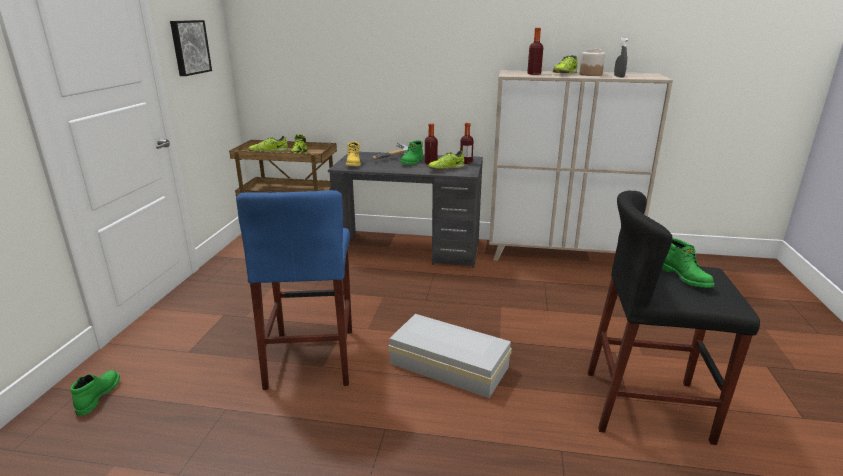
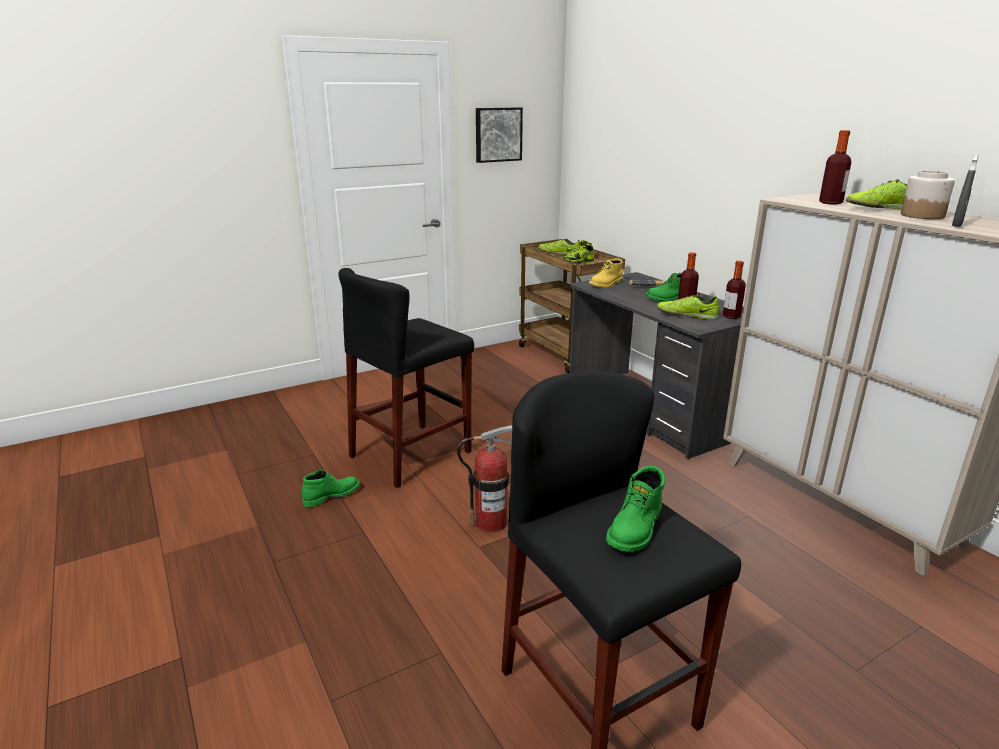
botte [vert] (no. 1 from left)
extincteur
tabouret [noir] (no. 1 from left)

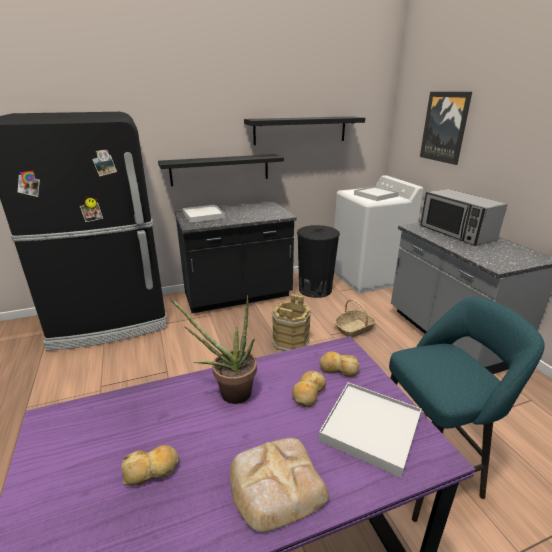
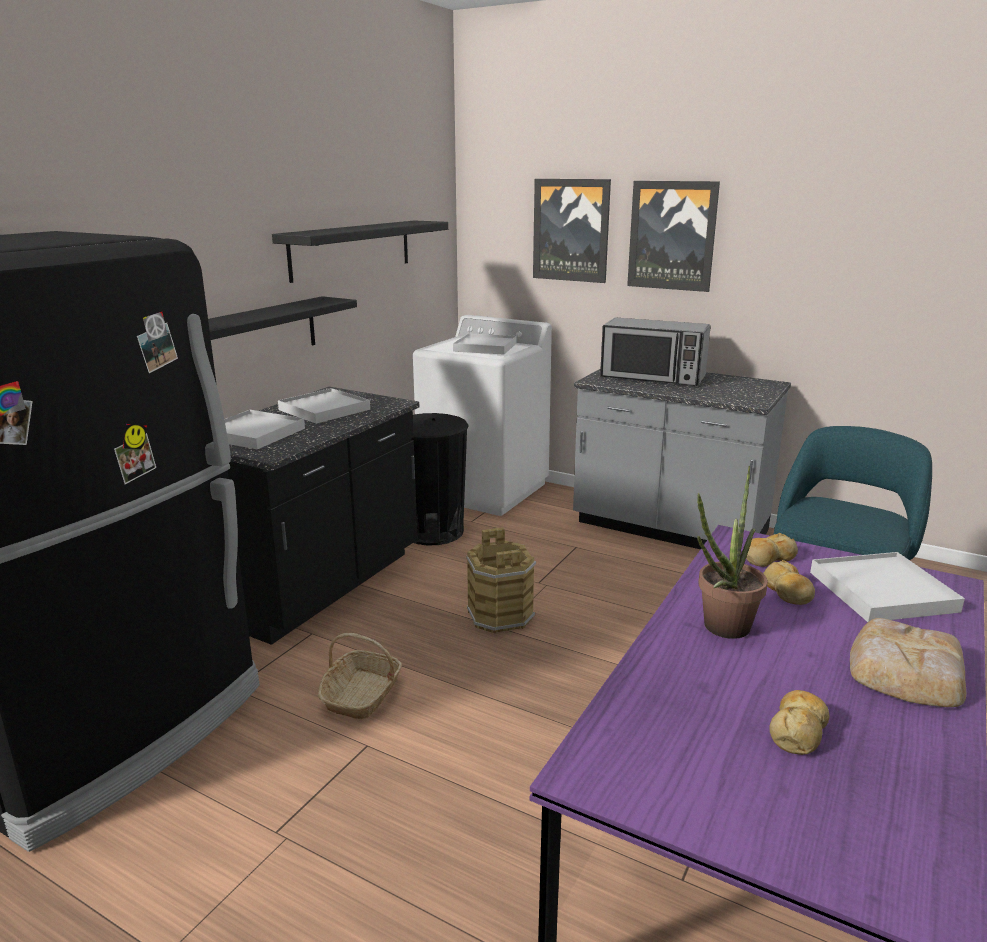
plateau [blanc] (no. 2 from left)
tableau (no. 2 from left)
panier

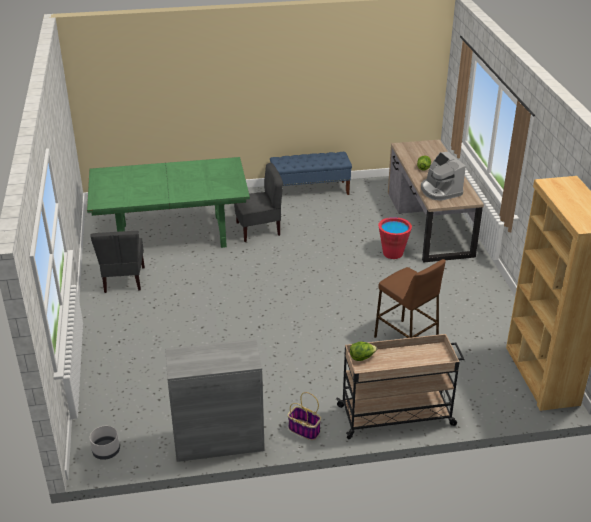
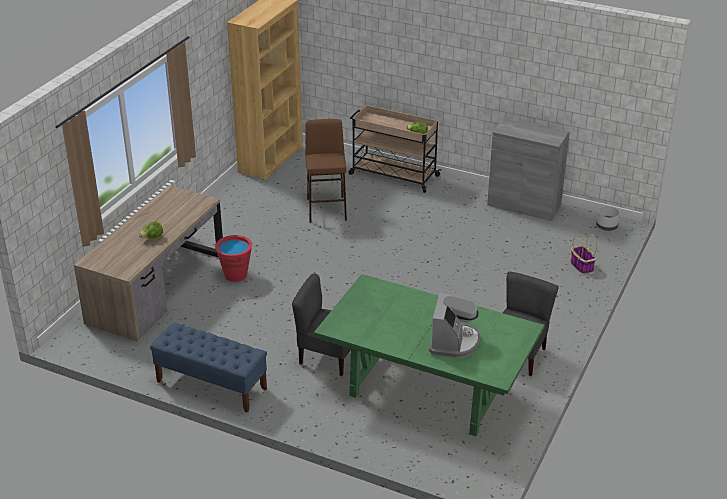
panier
machine à café

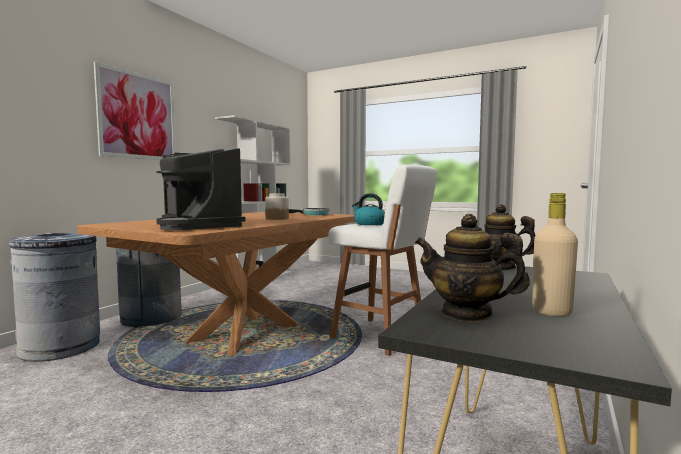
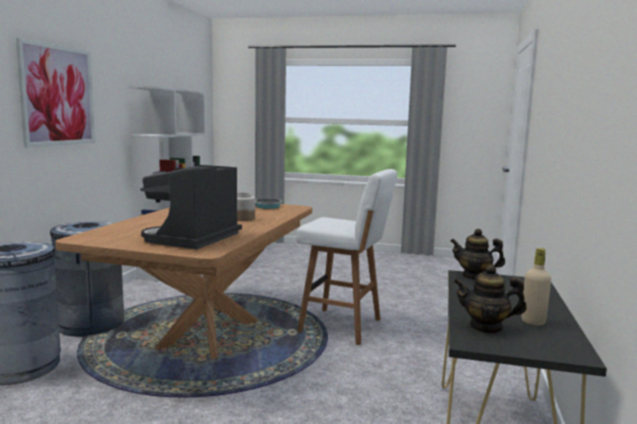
bouilloire
machine à café

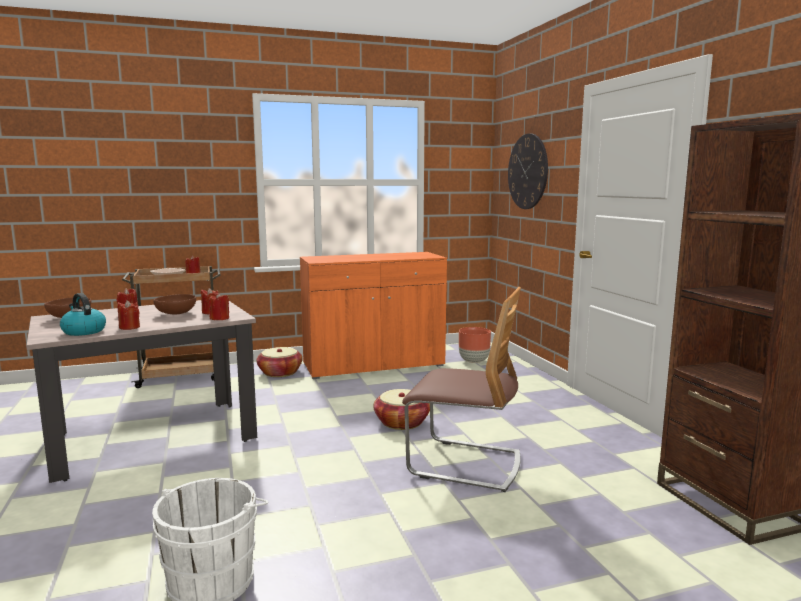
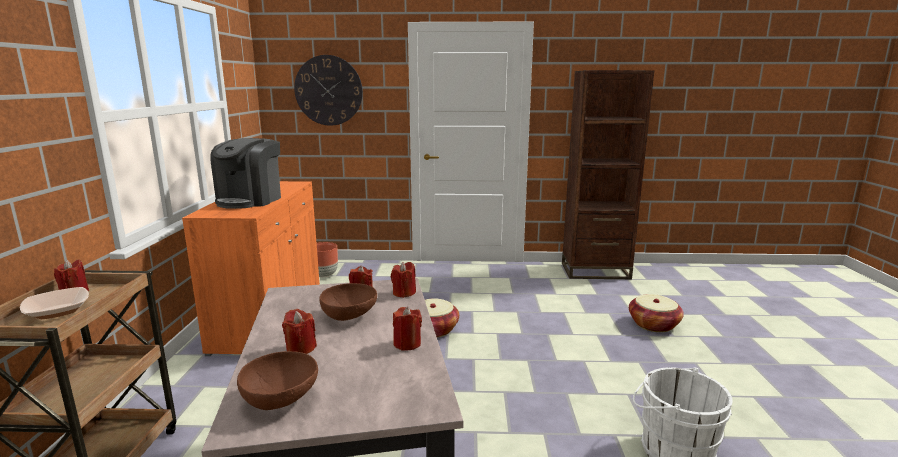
bouilloire
chaise
machine à café
panier (no. 2 from left)

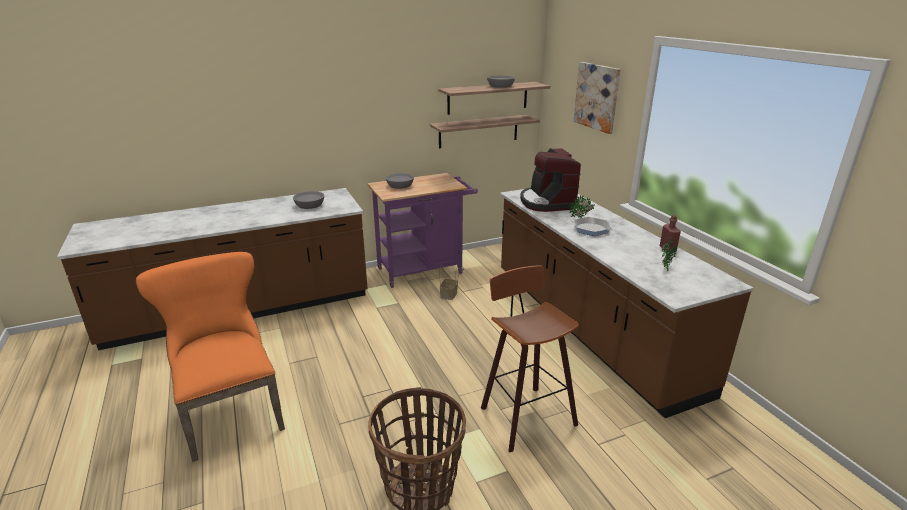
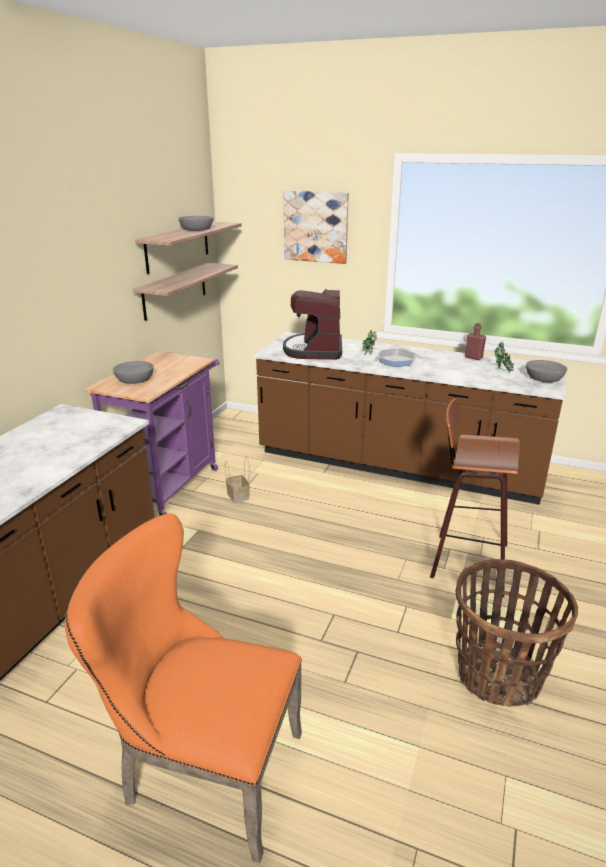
bol [gris] (no. 3 from left)
machine à café

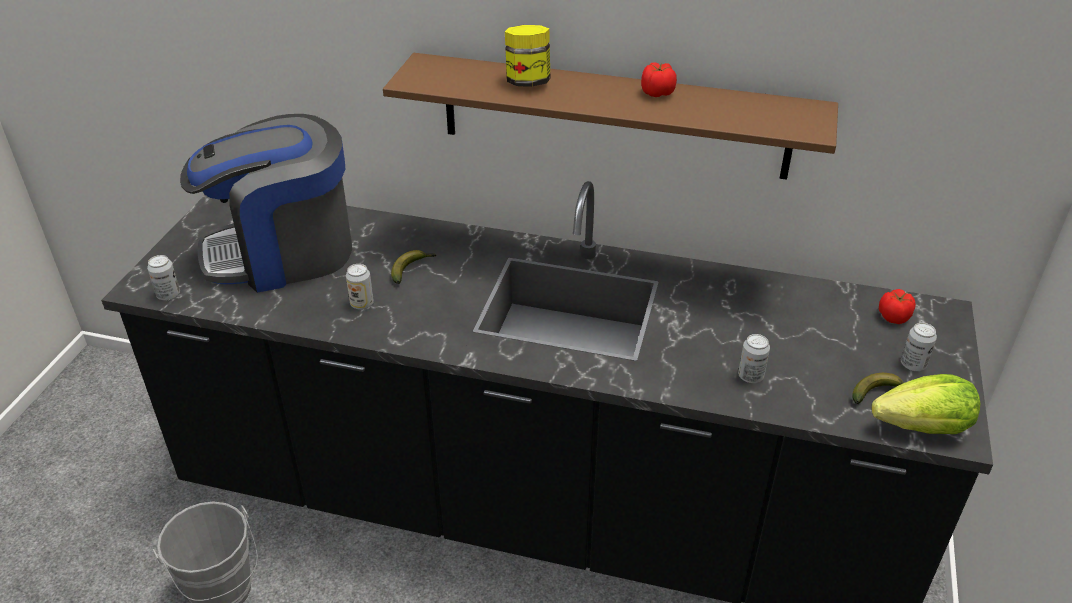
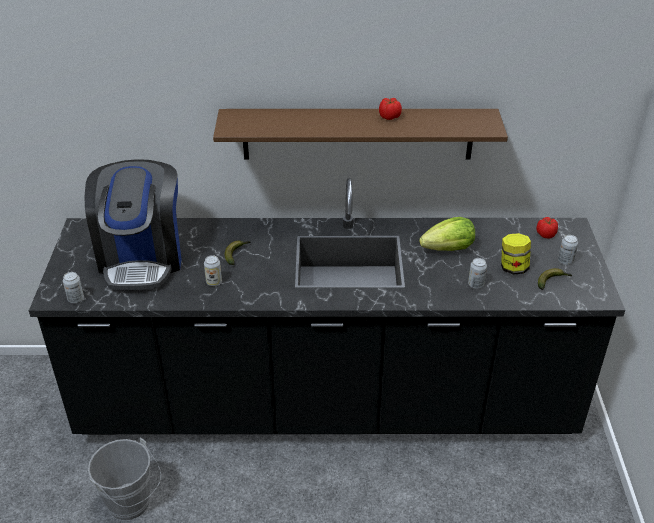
bocal
laitue
machine à café

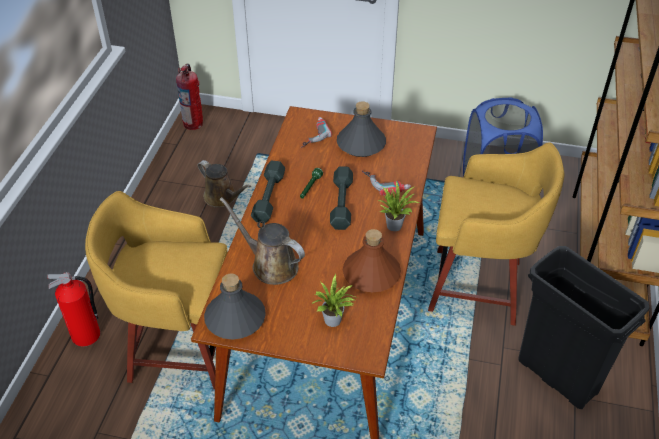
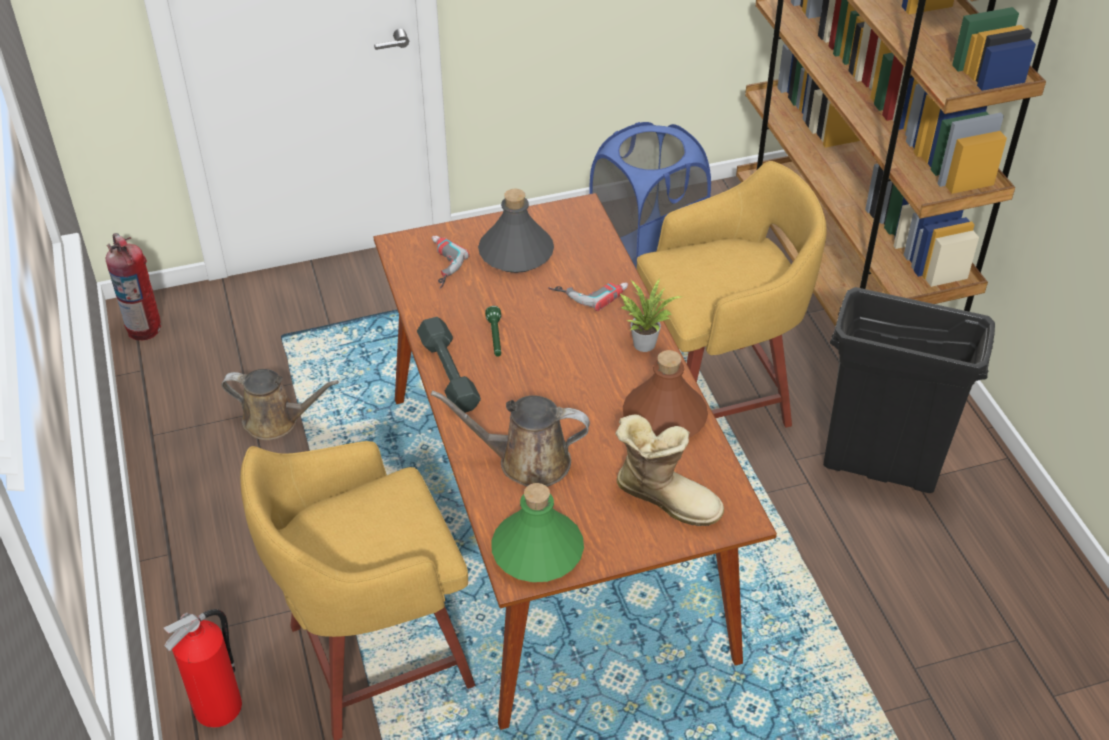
haltère [gris] (no. 2 from left in the first image)
botte
bouteille [vert]

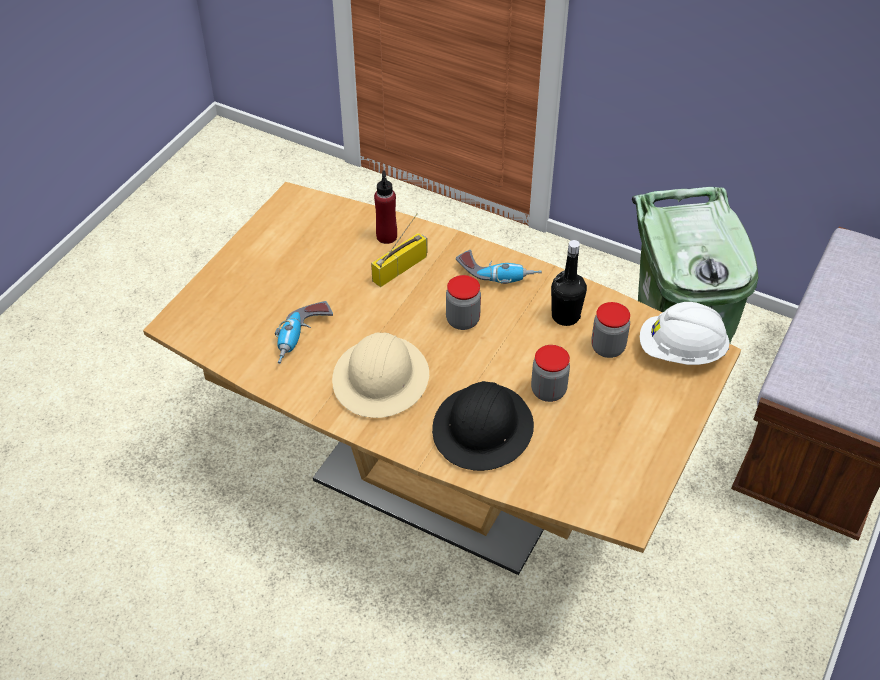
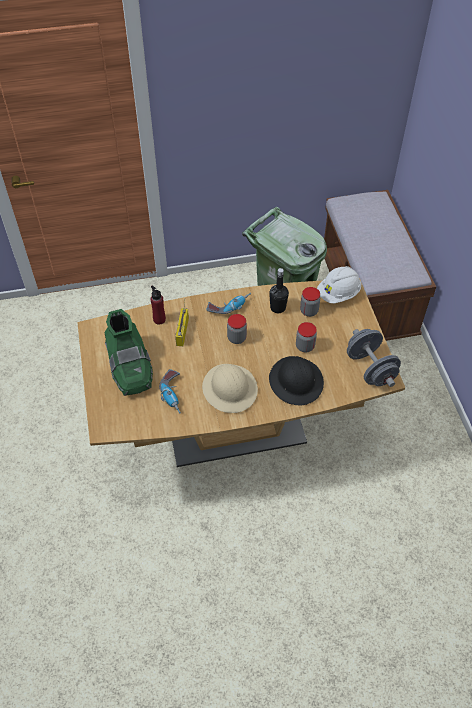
botte [vert]
haltère [gris]

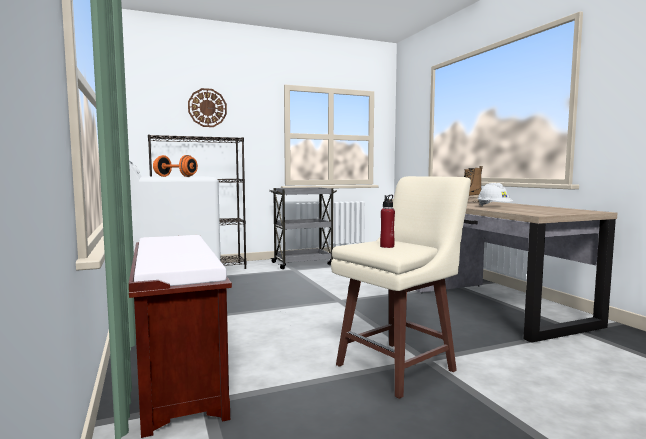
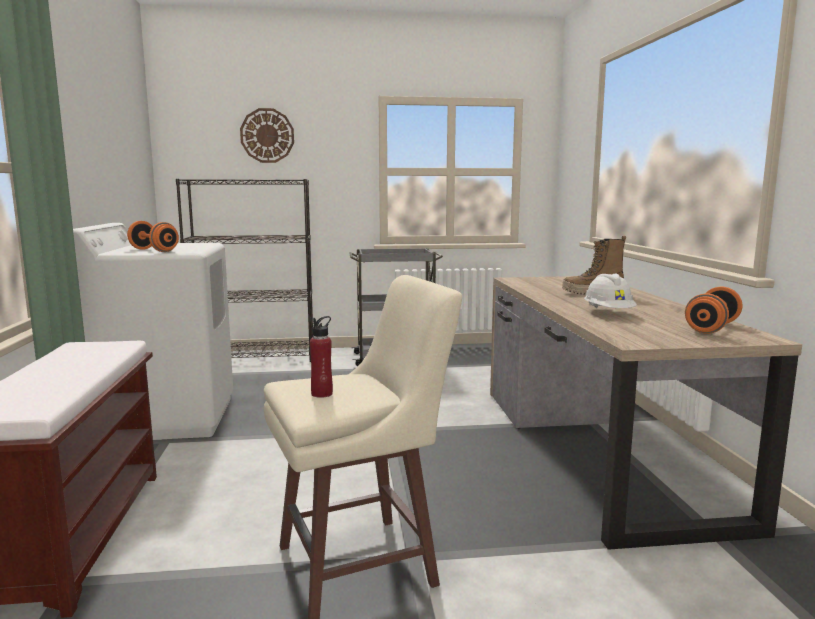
haltère [orange] (no. 2 from left)

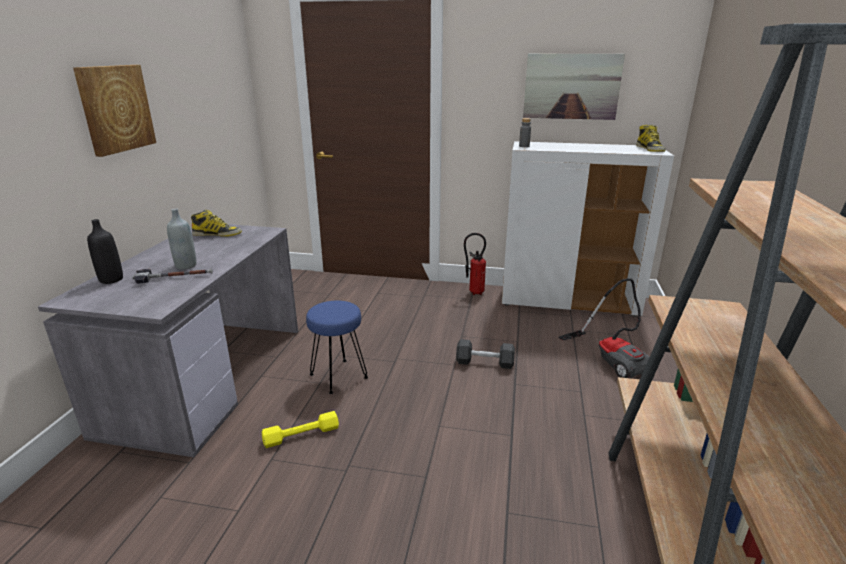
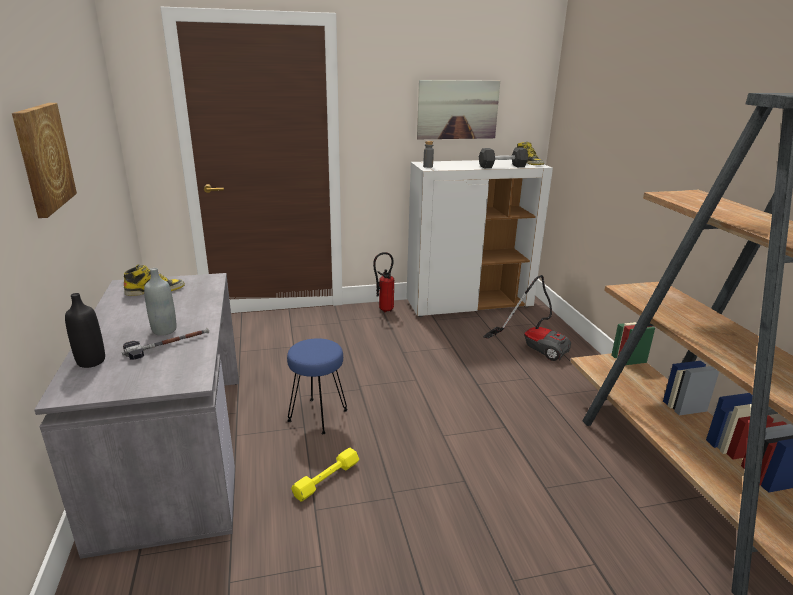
haltère [noir]

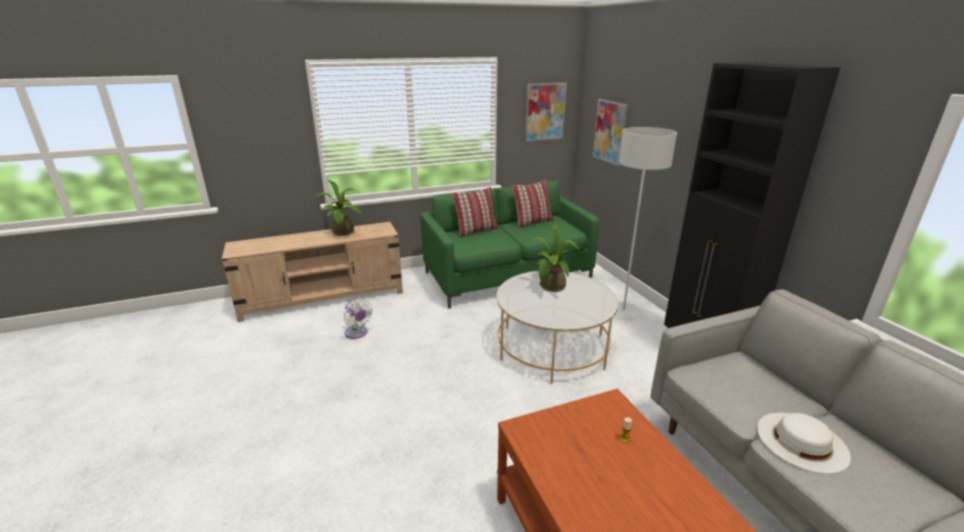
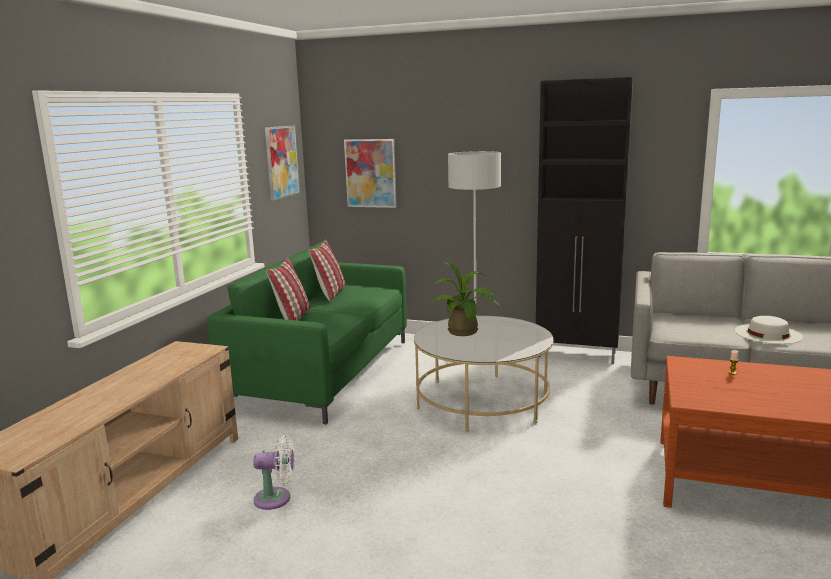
plante en pot (no. 1 from left in the first image)

